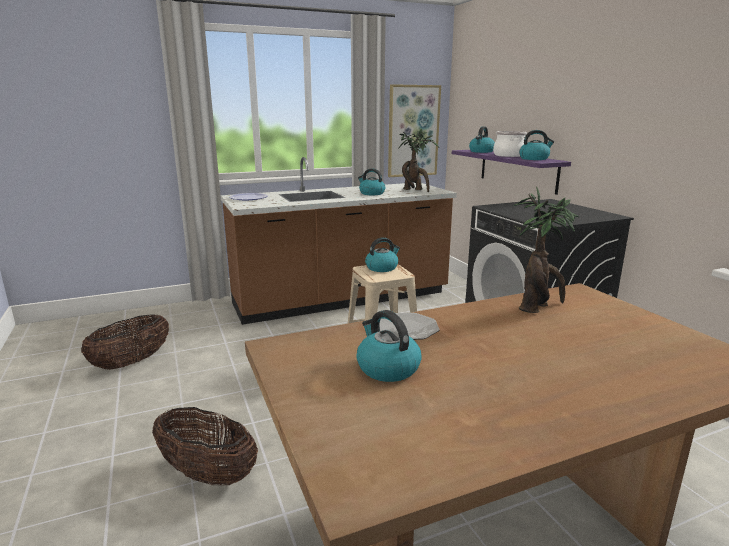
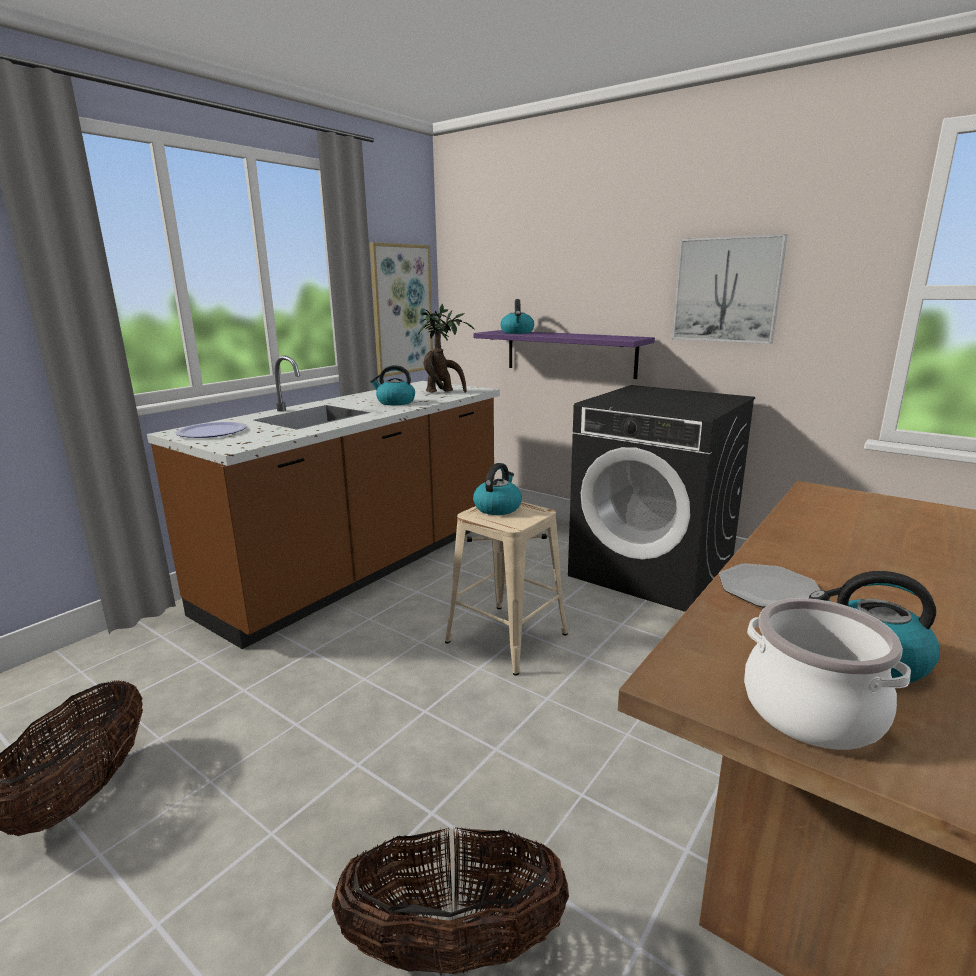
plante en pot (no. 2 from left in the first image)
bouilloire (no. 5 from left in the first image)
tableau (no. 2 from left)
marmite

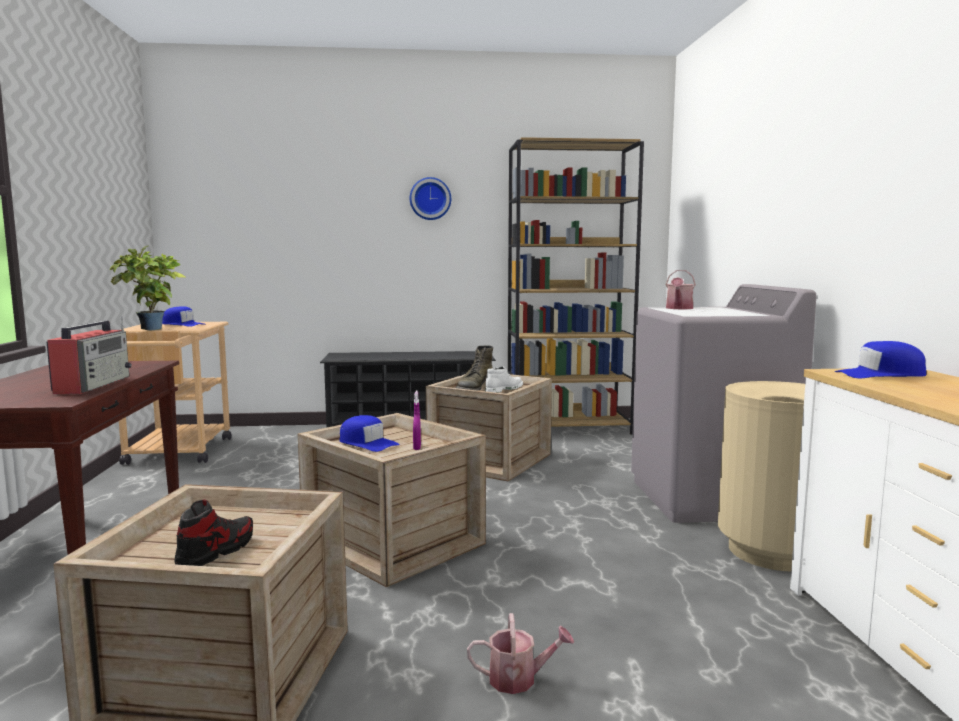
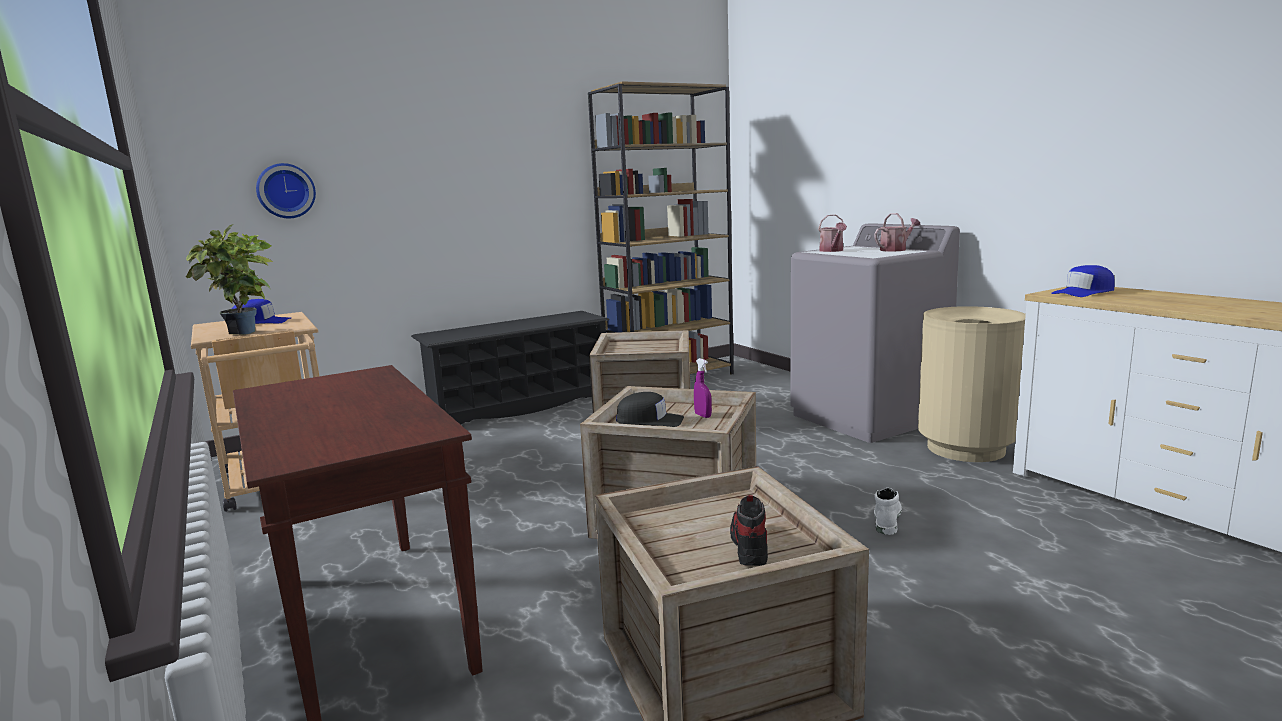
radio
botte [vert]
horloge murale
arrosoir (no. 2 from left)
botte [blanc]
casquette [noir]

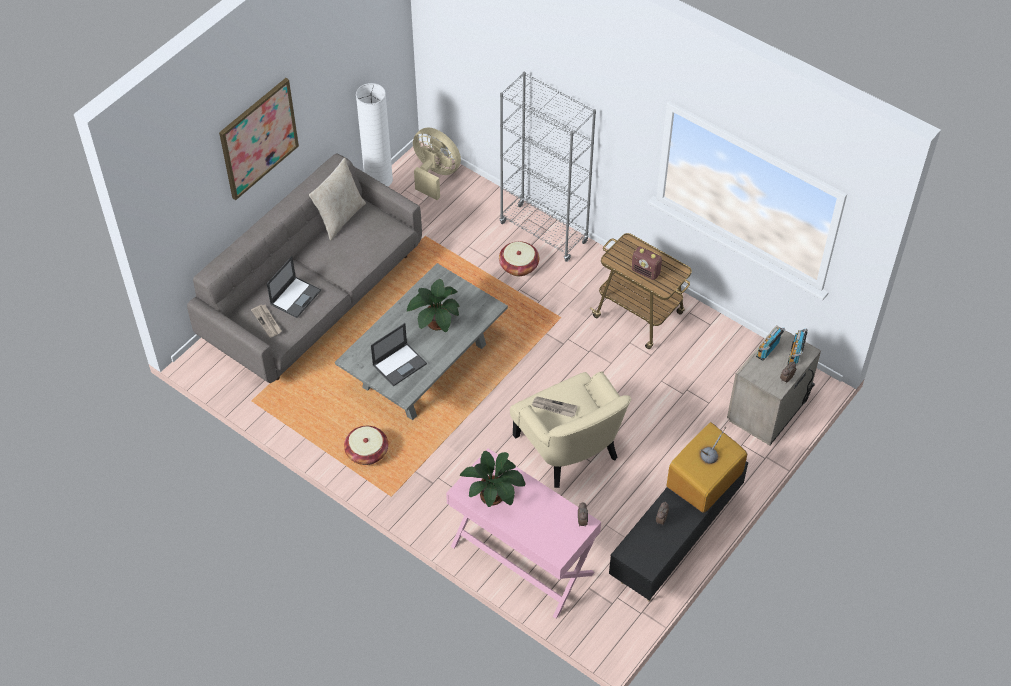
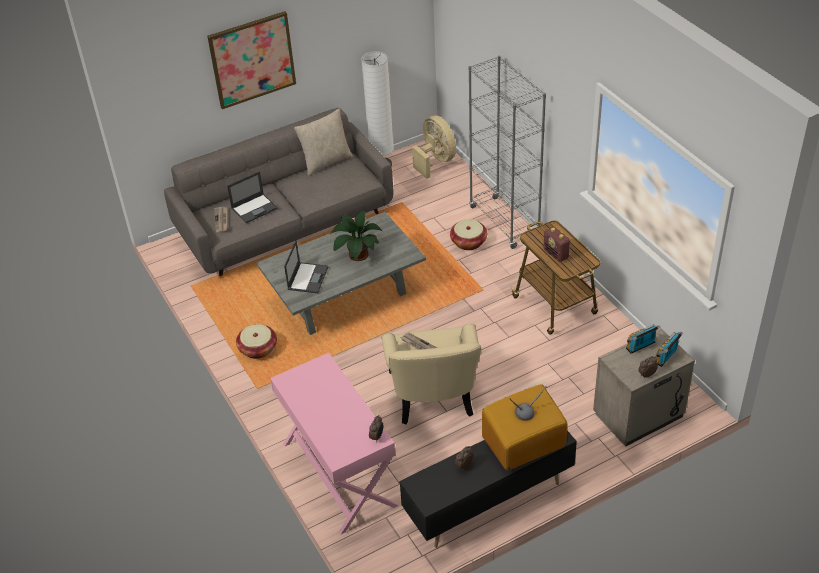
plante en pot (no. 2 from left in the first image)
ordinateur portable (no. 2 from left)

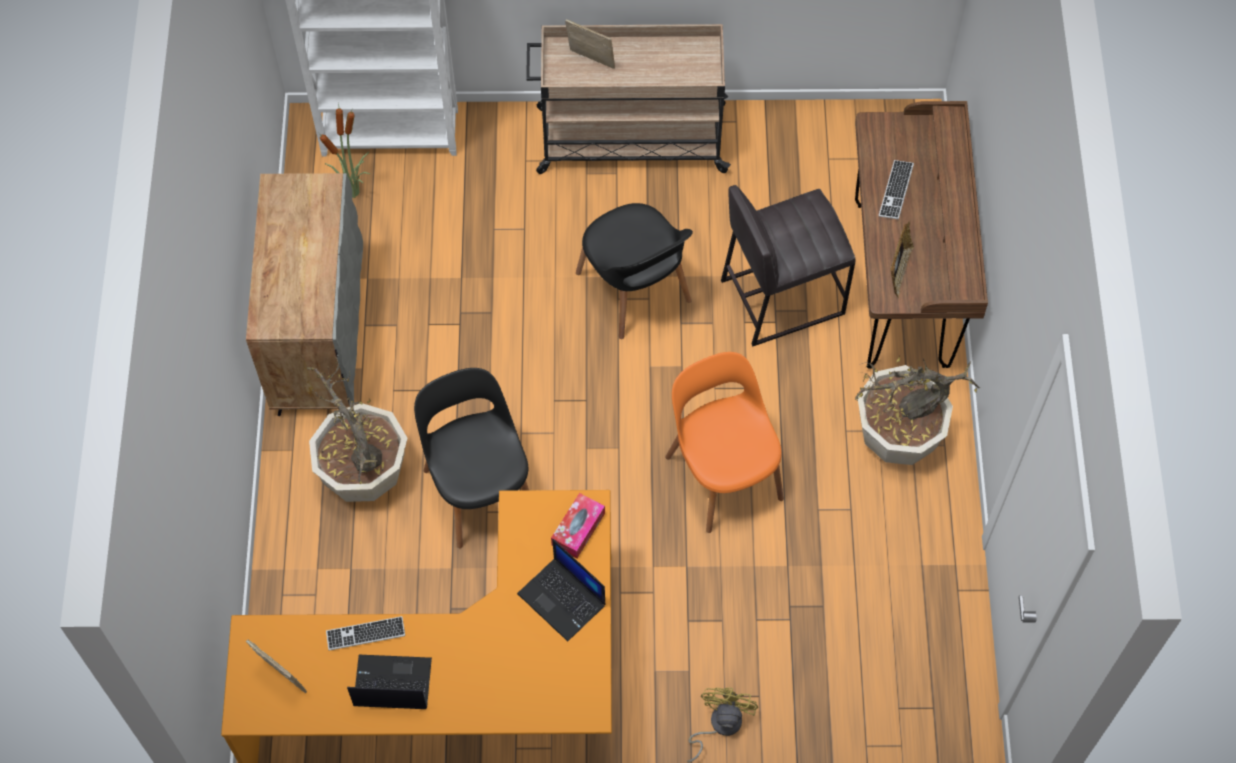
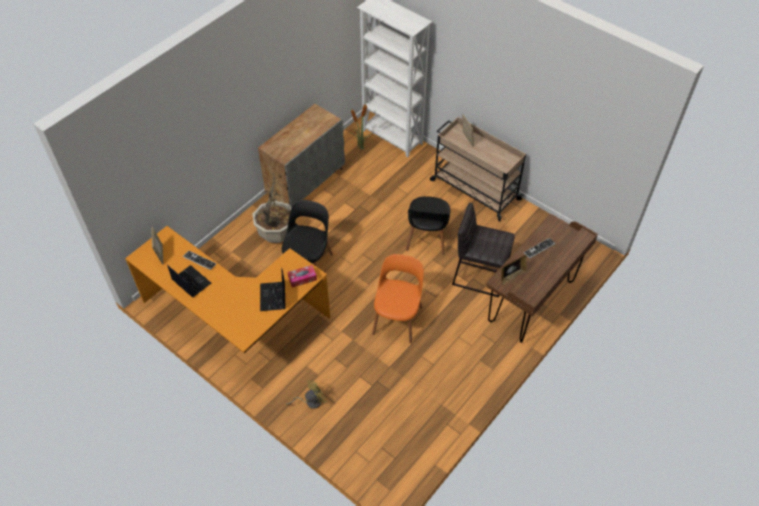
plante en pot (no. 3 from left in the first image)

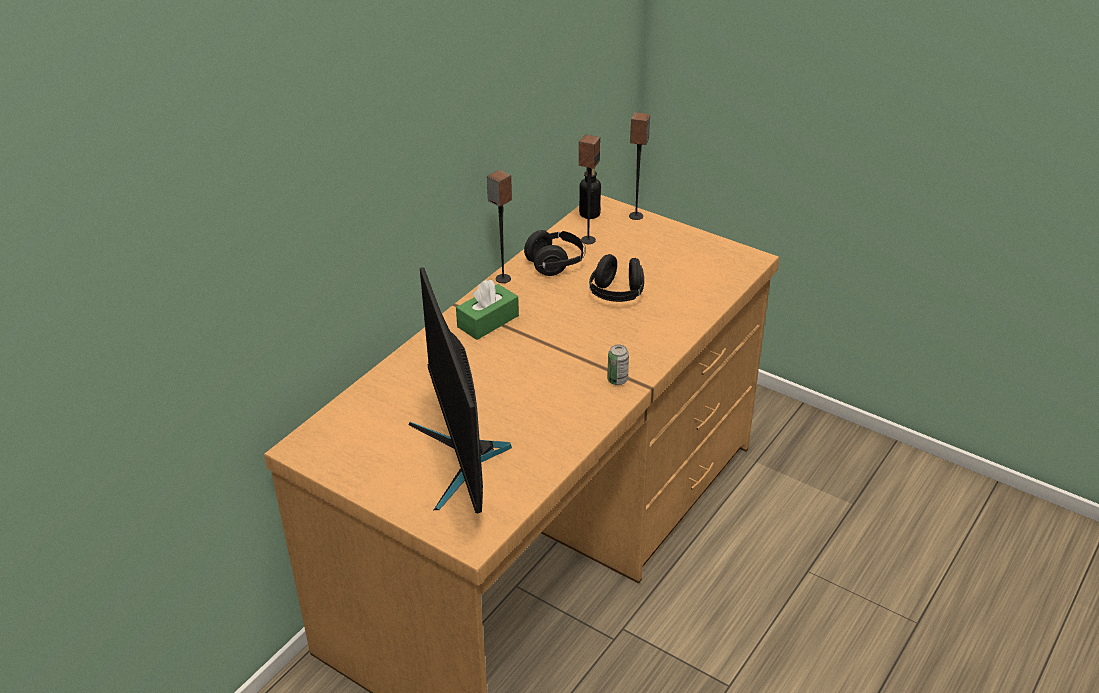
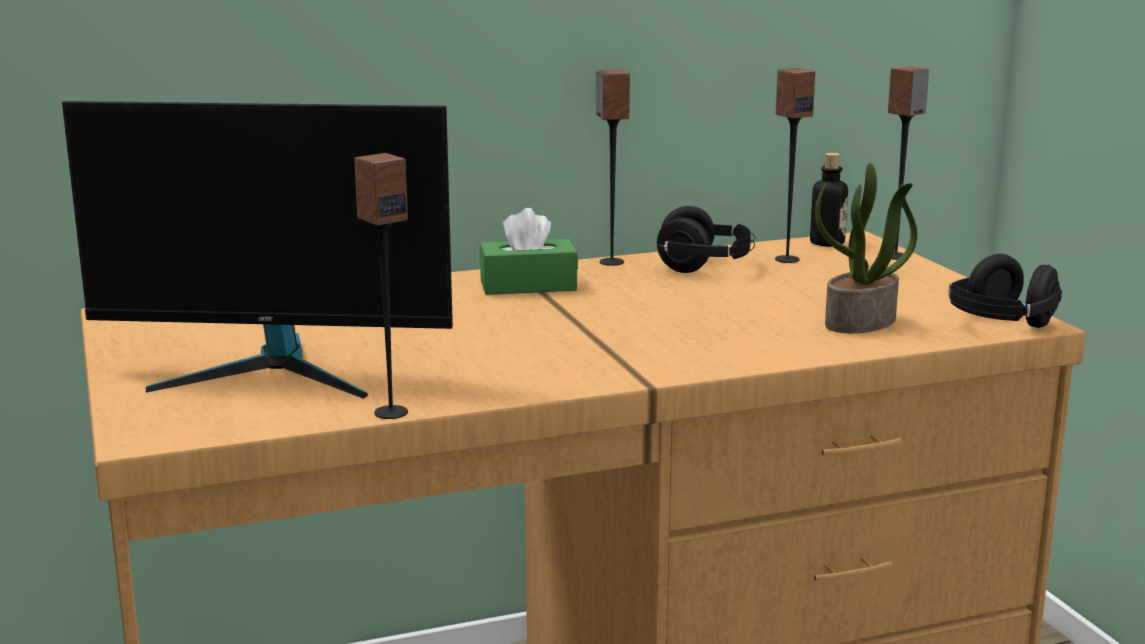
boîte métallique
enceinte (no. 1 from left)
plante en pot
casque audio [noir] (no. 2 from left)
écran d'ordinateur

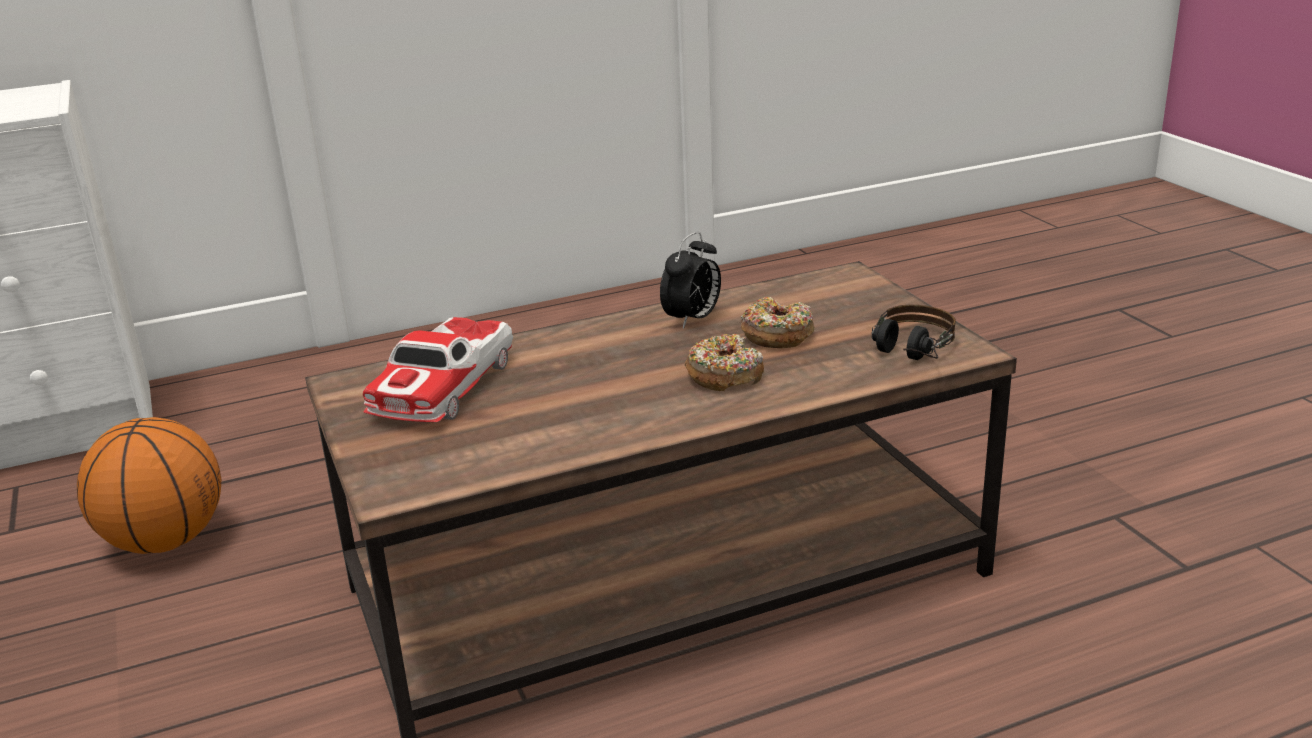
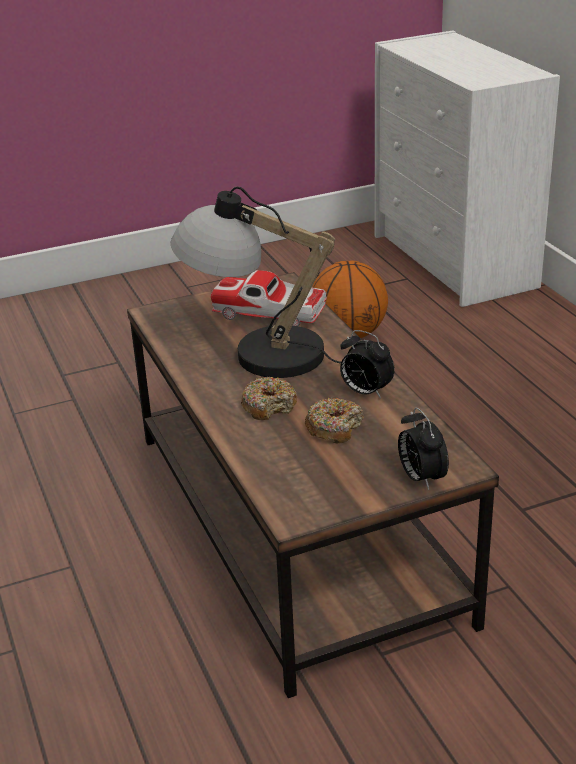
casque audio
lampe de table
réveil (no. 2 from left)

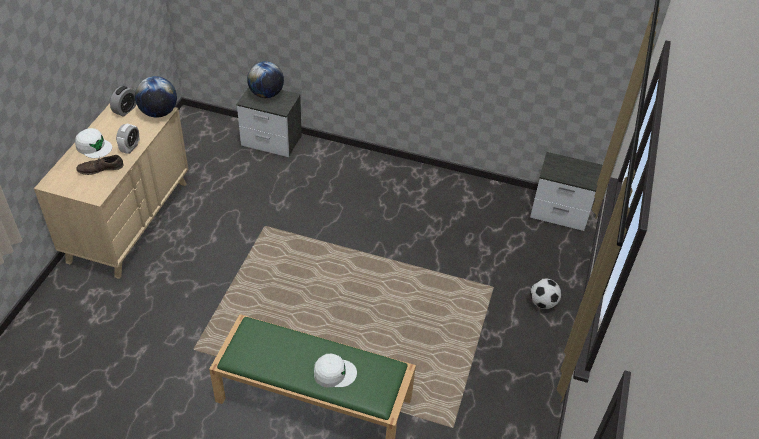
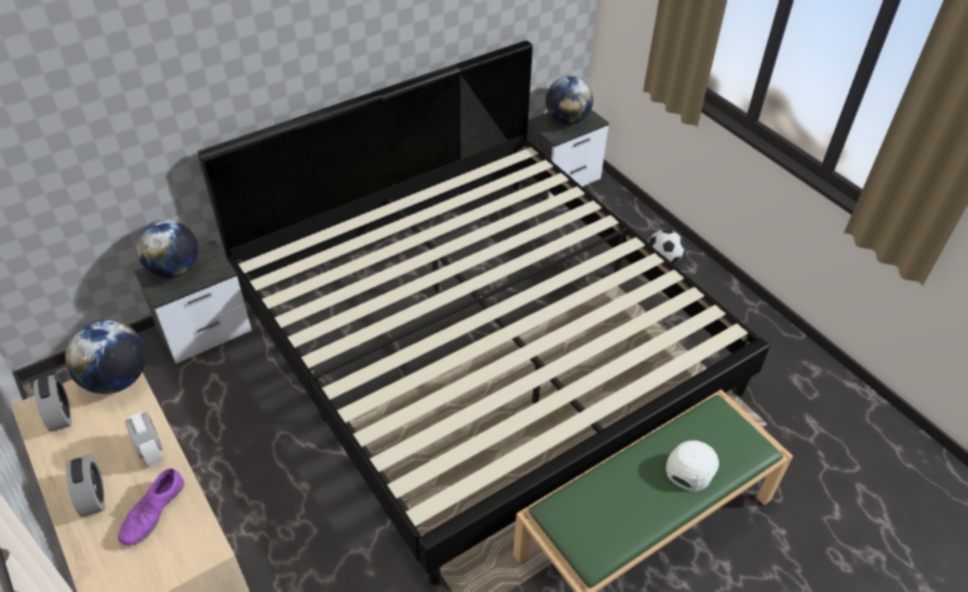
lit
globe (no. 3 from left)
réveil (no. 2 from left)
chaussure [violet]

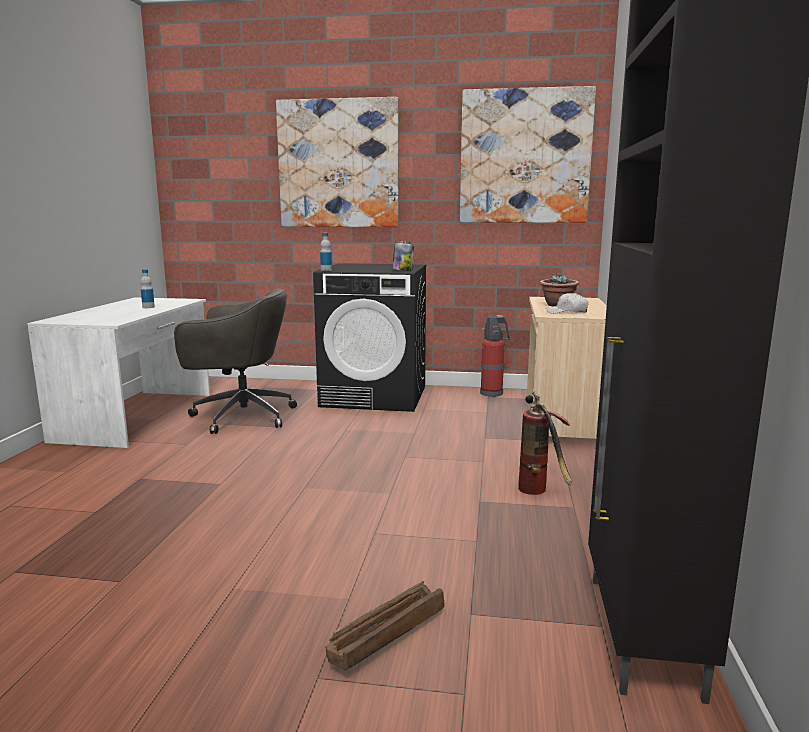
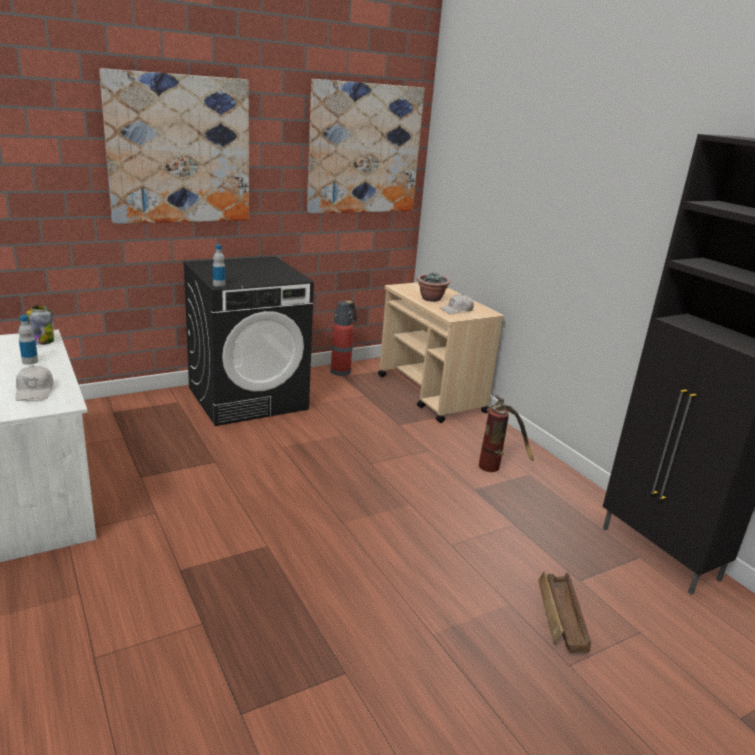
chaise de bureau [gris]
casquette [blanc] (no. 1 from left)
bocal

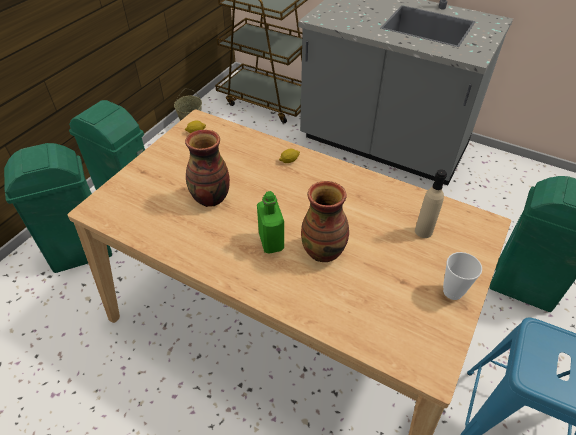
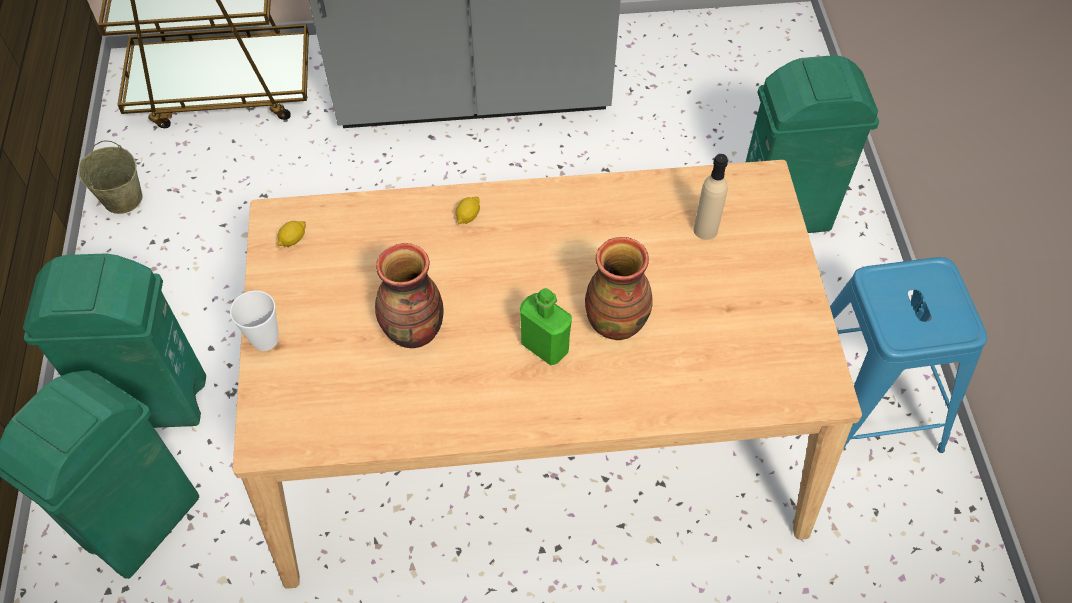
tasse

